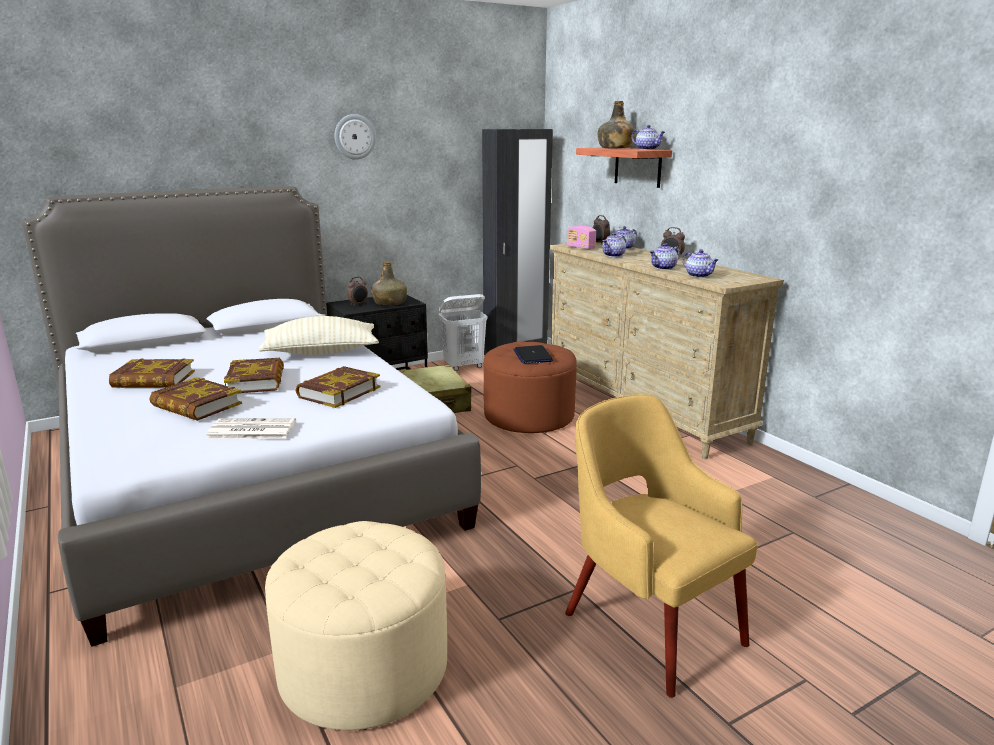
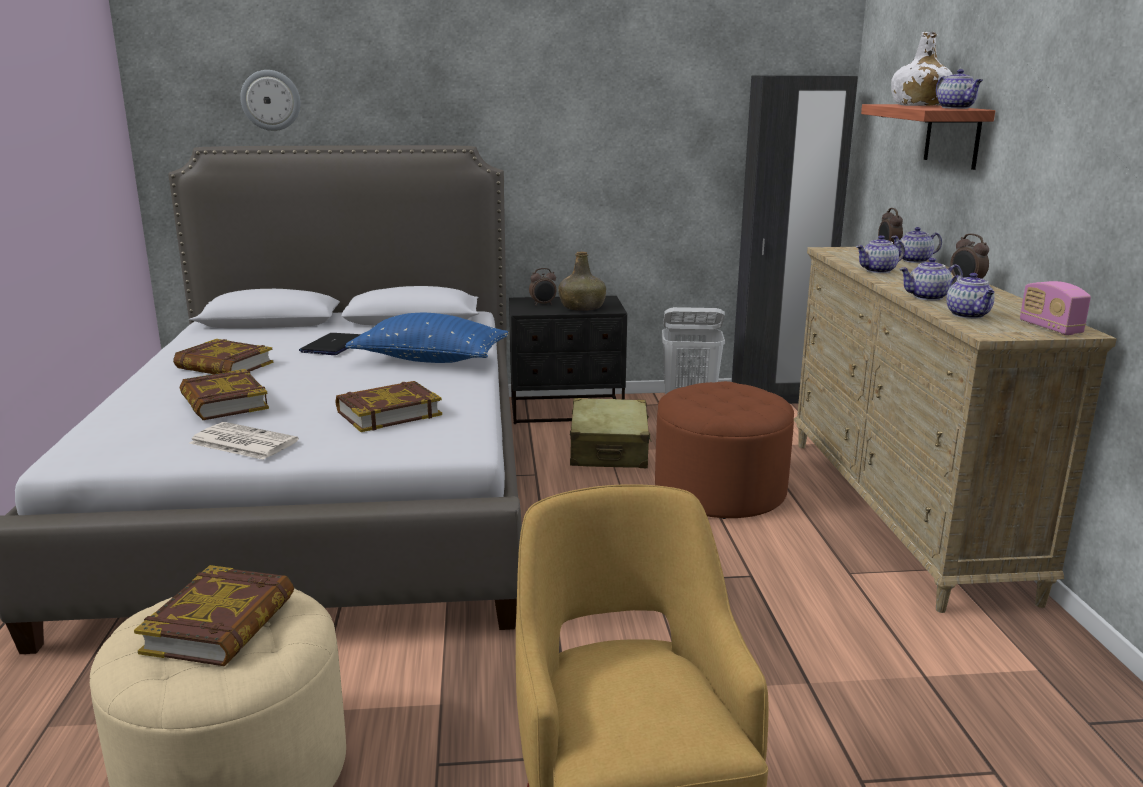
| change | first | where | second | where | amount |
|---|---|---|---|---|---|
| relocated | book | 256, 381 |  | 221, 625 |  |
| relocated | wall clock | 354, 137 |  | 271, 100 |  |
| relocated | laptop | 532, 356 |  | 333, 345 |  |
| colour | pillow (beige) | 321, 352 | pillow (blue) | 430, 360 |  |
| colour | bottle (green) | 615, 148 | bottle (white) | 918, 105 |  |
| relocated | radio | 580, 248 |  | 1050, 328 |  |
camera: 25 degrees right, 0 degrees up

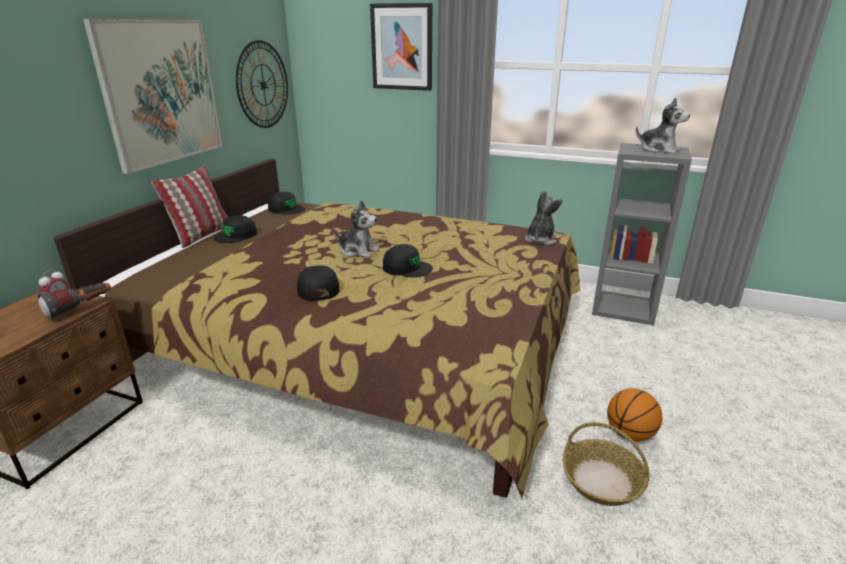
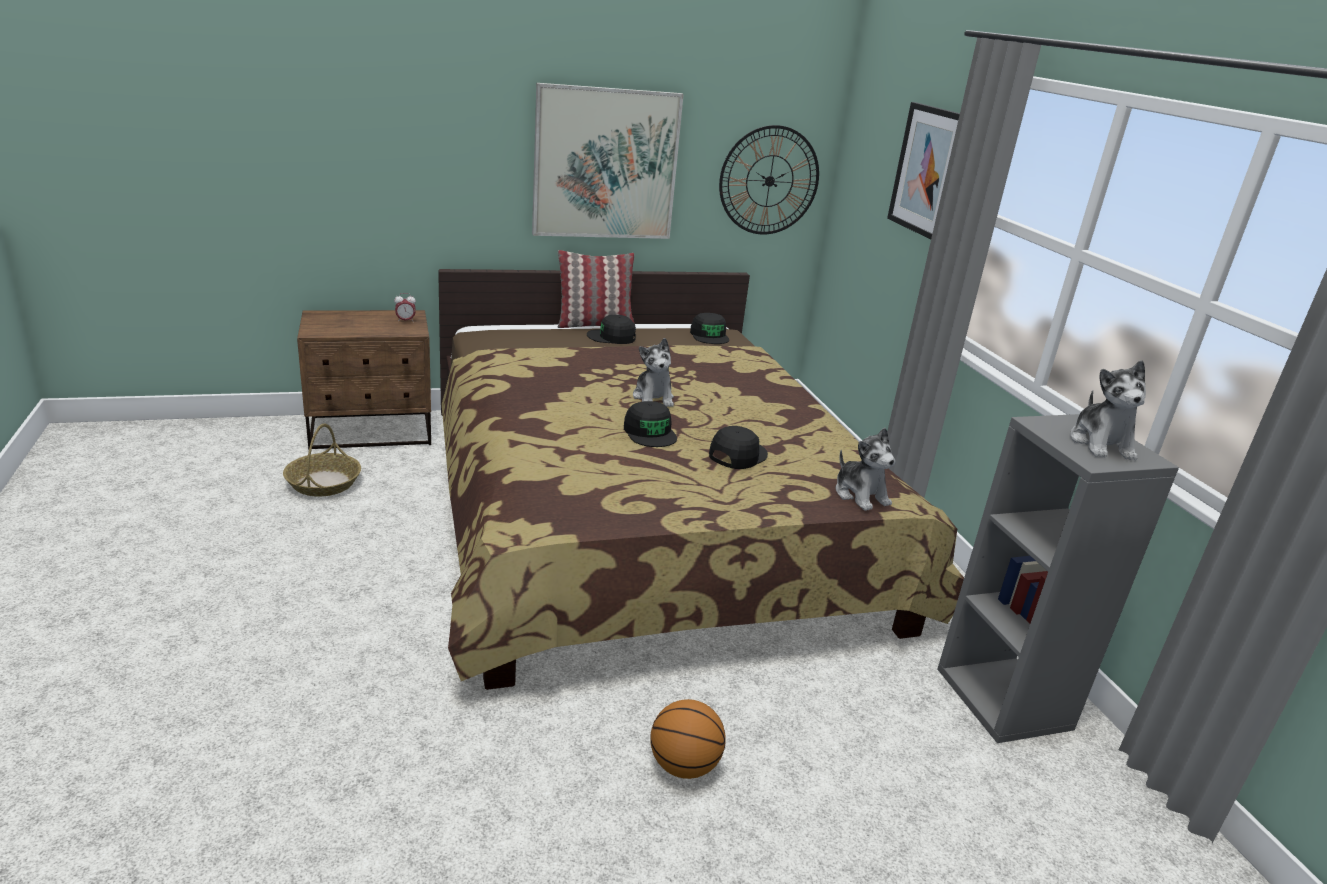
| change | first | where | second | where | amount |
|---|---|---|---|---|---|
| relocated | basket | 601, 480 |  | 323, 483 |  |
| relocated | cap (black) | 318, 289 |  | 737, 455 |  |
| spun | plush toy | 540, 240 |  | 860, 495 | 75 degrees clockwise |
| missing | flashlight | 81, 309 |  |  |  |
camera: 50 degrees right, 0 degrees up

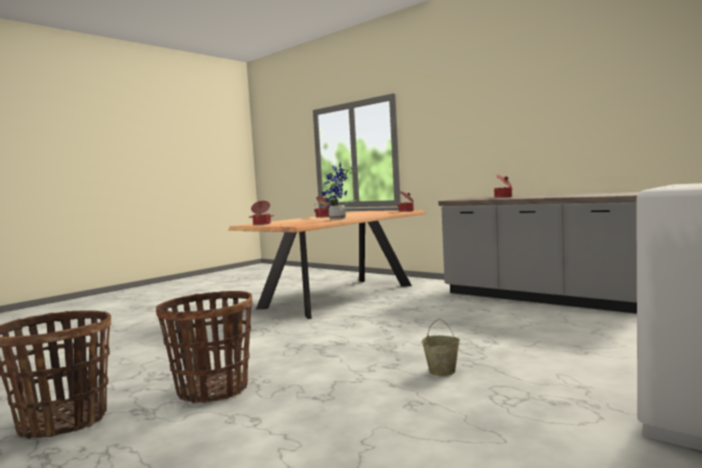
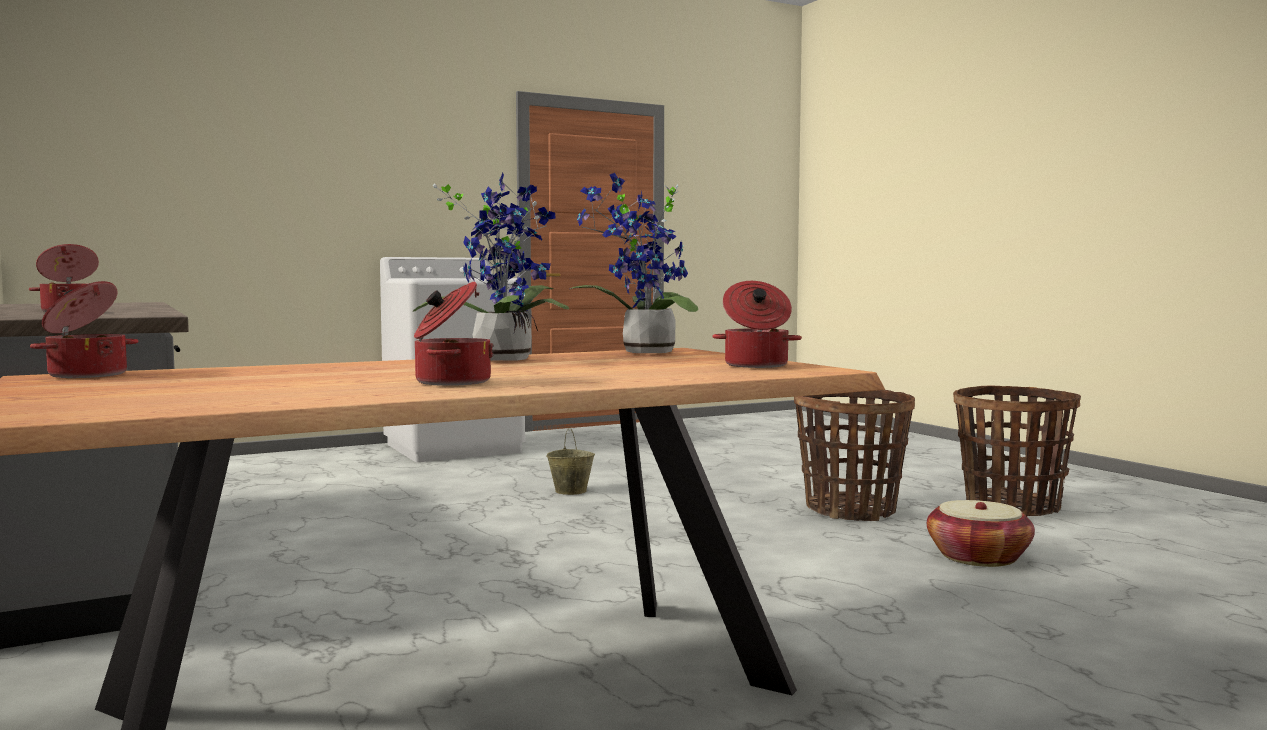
| change | first | where | second | where | amount |
|---|---|---|---|---|---|
| appeared |  |  | potted plant | 643, 353 |  |
| appeared |  |  | basket | 978, 557 |  |
camera: 160 degrees left, 0 degrees up

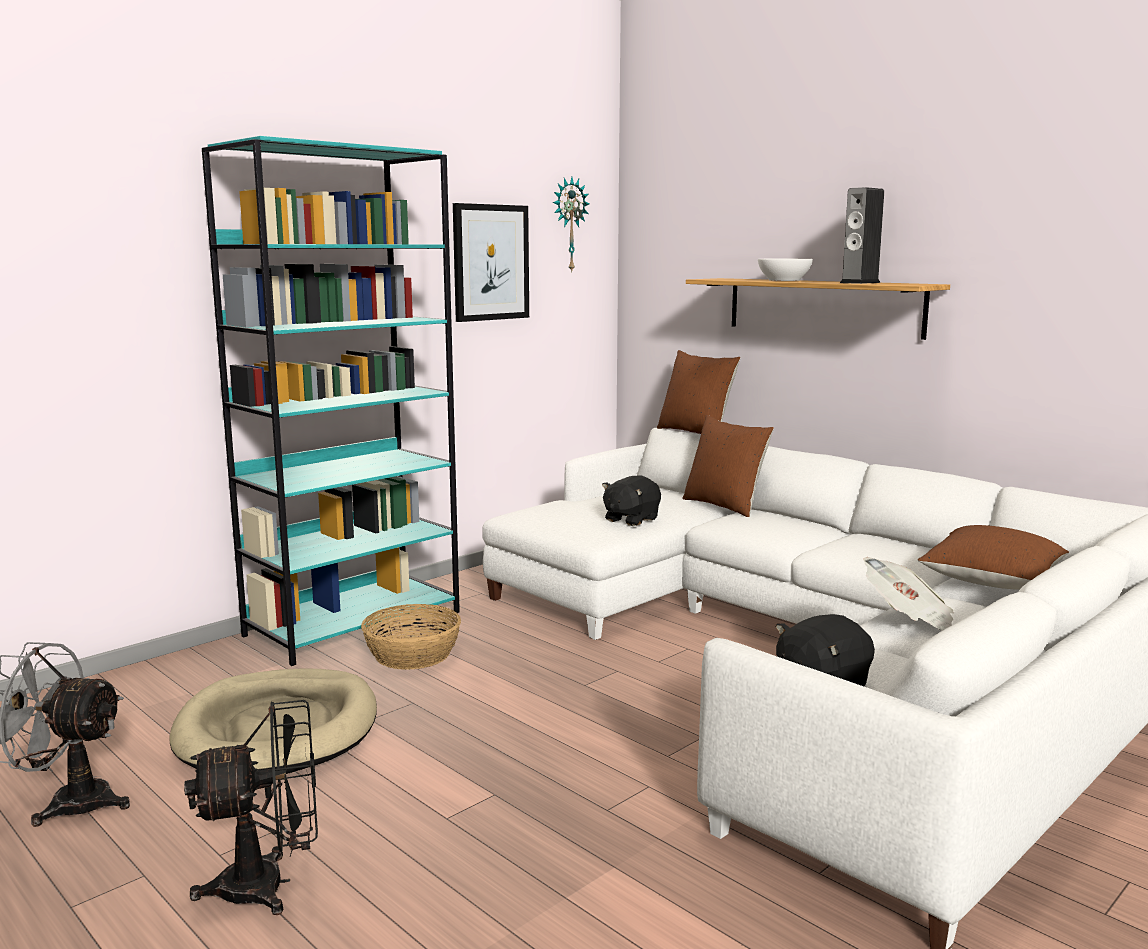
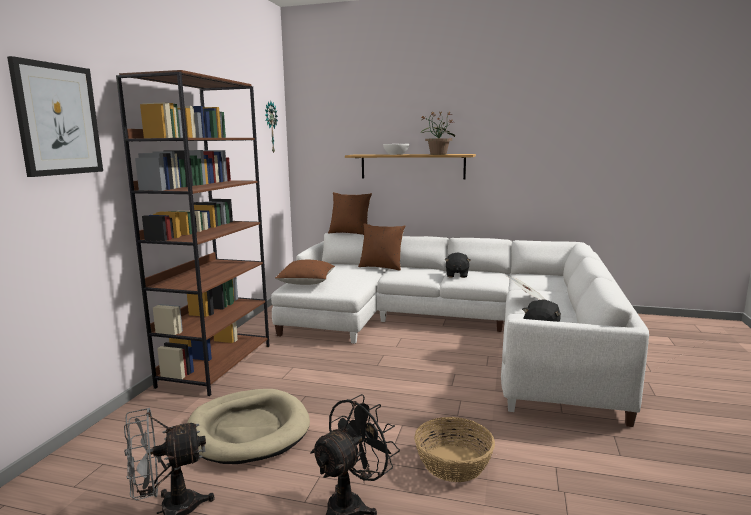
| change | first | where | second | where | amount |
|---|---|---|---|---|---|
| relocated | picture | 490, 262 |  | 58, 120 |  |
| colour | bookcase (turquoise) | 354, 623 | bookcase (brown) | 216, 365 |  |
| relocated | pillow (brown) | 991, 581 |  | 306, 282 |  |
| relocated | basket | 413, 655 |  | 454, 463 |  |
| exchanged | speaker | 860, 282 | potted plant | 438, 154 |  |
| relocated | plush toy (black) | 630, 519 |  | 456, 275 |  |
camera: 30 degrees left, 0 degrees up

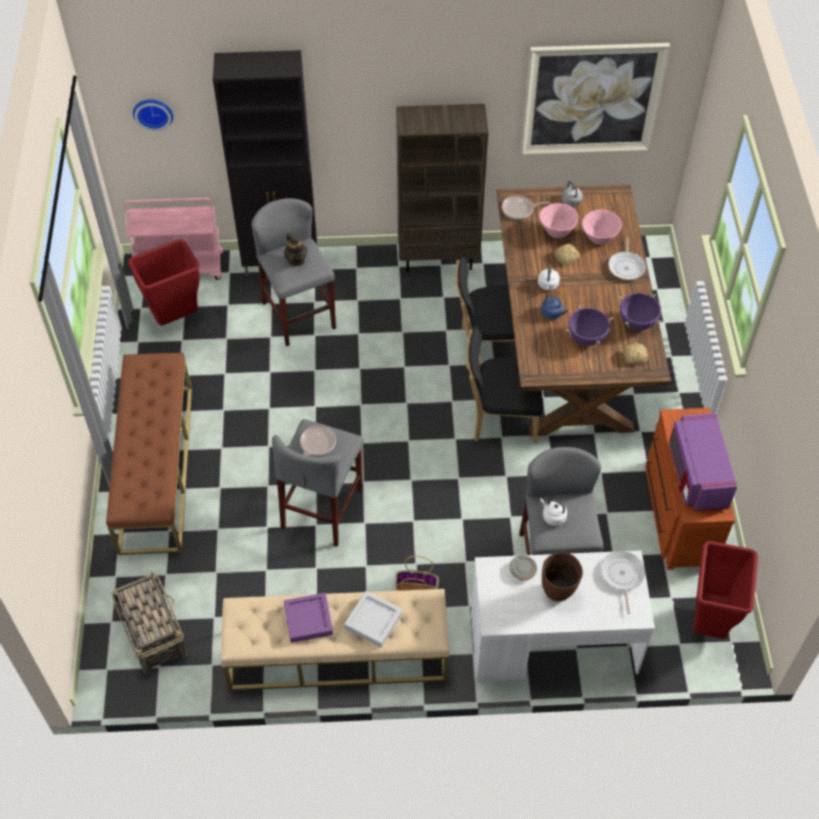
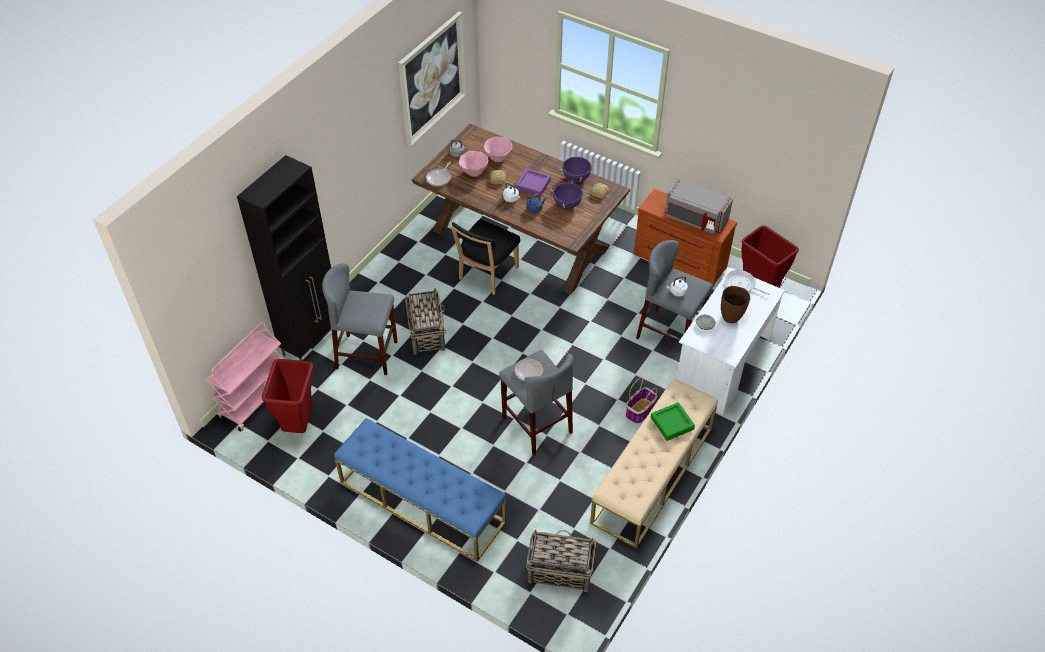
| change | first | where | second | where | amount |
|---|---|---|---|---|---|
| colour | bench (brown) | 156, 467 | bench (blue) | 422, 502 |  |
| appeared |  |  | basket | 426, 332 |  |
| relocated | tray (purple) | 308, 620 |  | 533, 185 |  |
| colour | tray (grey) | 373, 621 | tray (green) | 672, 423 |  |
| colour | microwave (purple) | 696, 475 | microwave (grey) | 695, 219 |  |
| missing | wall clock | 153, 112 |  |  |  |
| missing | teapot | 296, 260 |  |  |  |
| missing | bookcase (brown) | 438, 258 |  |  |  |
| missing | chair (black) | 500, 418 |  |  |  |
| missing | frying pan | 626, 266 |  |  |  |
camera: 55 degrees left, 5 degrees down

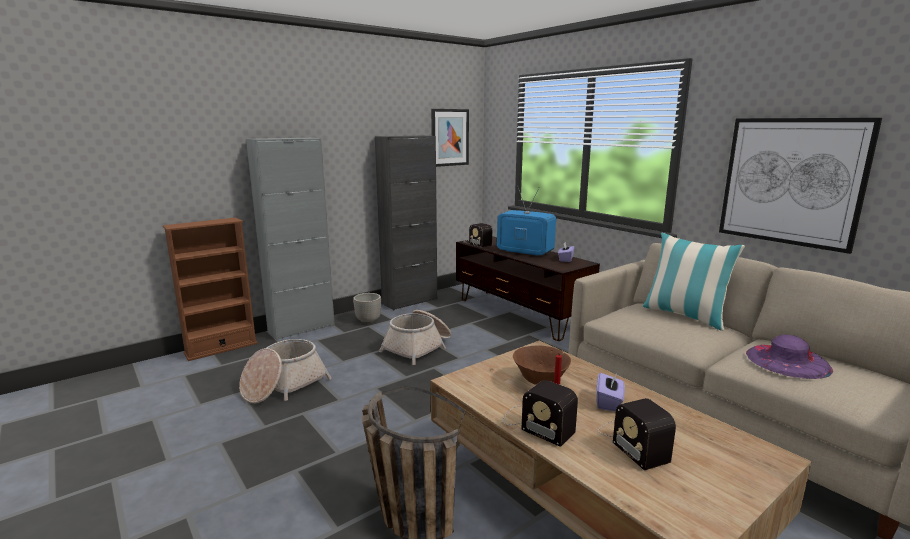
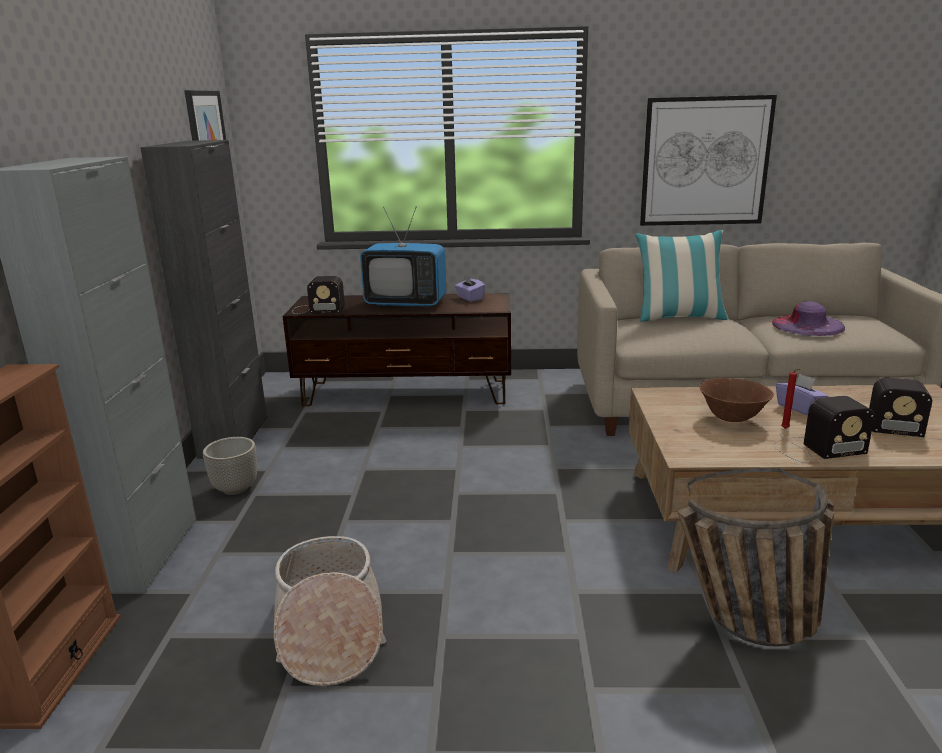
| change | first | where | second | where | amount |
|---|---|---|---|---|---|
| spun | television | 525, 252 |  | 406, 303 | 150 degrees counterclockwise |
| missing | basket | 418, 347 |  |  |  |
camera: 50 degrees left, 5 degrees up

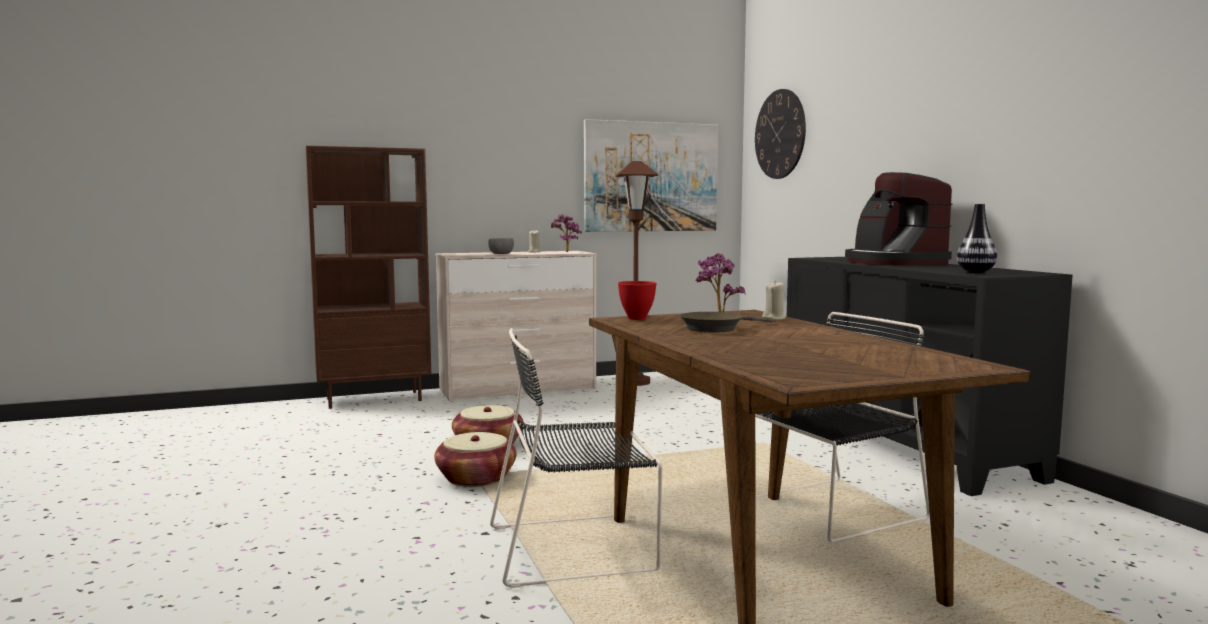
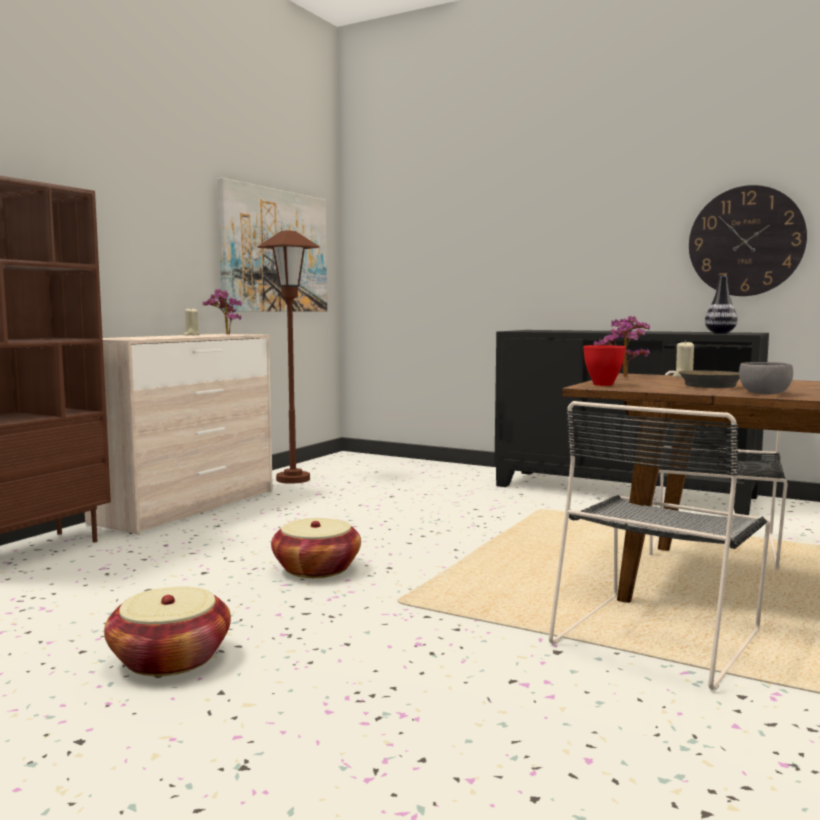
| change | first | where | second | where | amount |
|---|---|---|---|---|---|
| relocated | basket | 476, 479 |  | 170, 659 |  |
| relocated | wall clock | 780, 134 |  | 746, 241 |  |
| relocated | bowl (grey) | 501, 254 |  | 765, 393 |  |
| missing | coffee machine | 893, 262 |  |  |  |
camera: 40 degrees left, 0 degrees up

